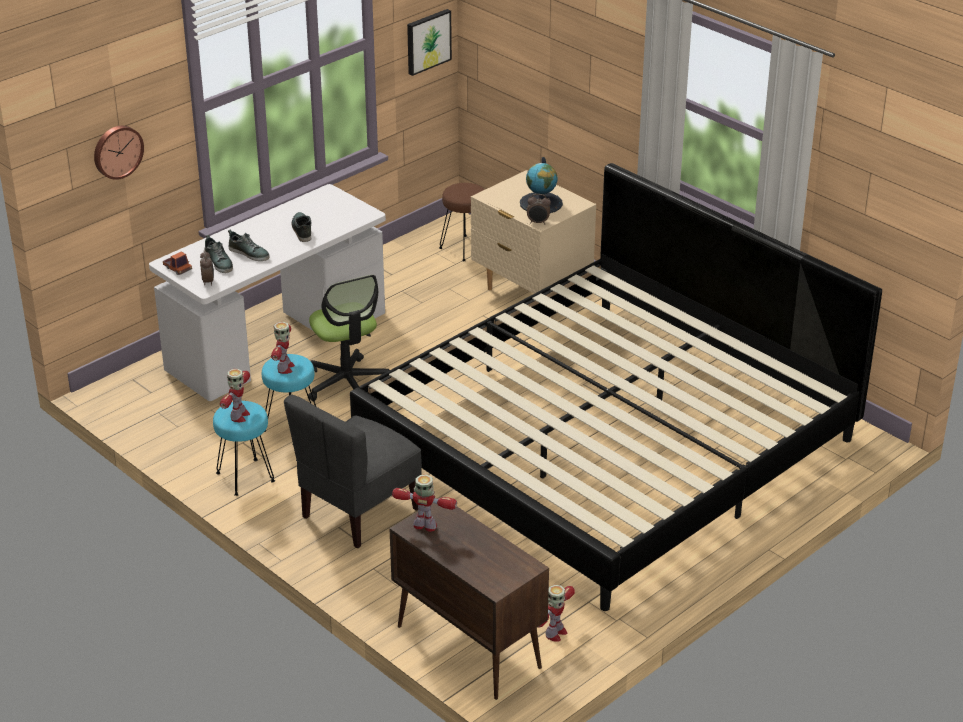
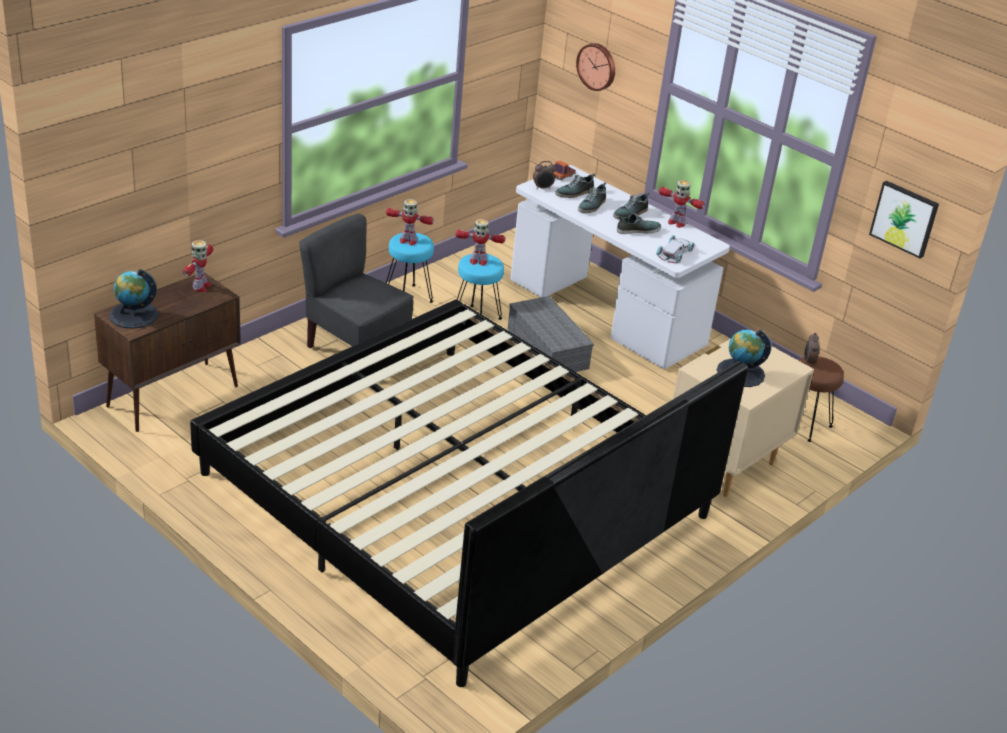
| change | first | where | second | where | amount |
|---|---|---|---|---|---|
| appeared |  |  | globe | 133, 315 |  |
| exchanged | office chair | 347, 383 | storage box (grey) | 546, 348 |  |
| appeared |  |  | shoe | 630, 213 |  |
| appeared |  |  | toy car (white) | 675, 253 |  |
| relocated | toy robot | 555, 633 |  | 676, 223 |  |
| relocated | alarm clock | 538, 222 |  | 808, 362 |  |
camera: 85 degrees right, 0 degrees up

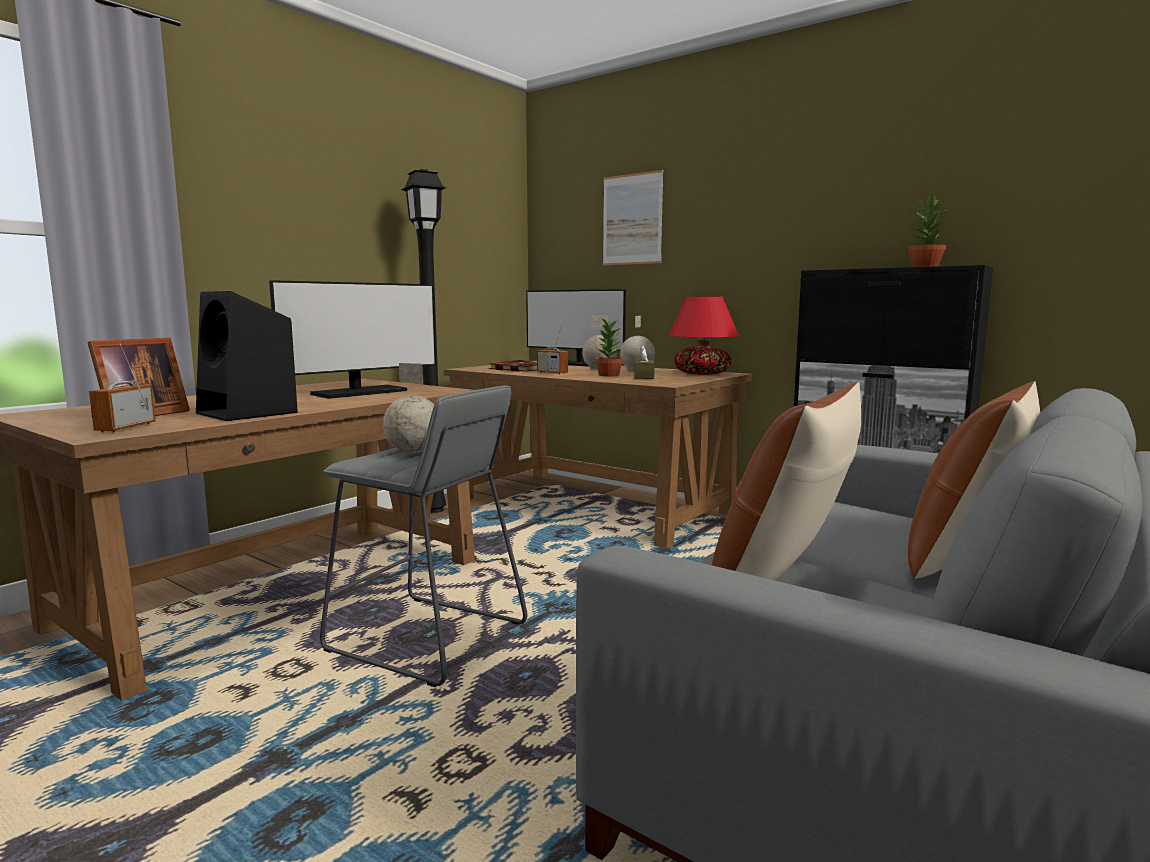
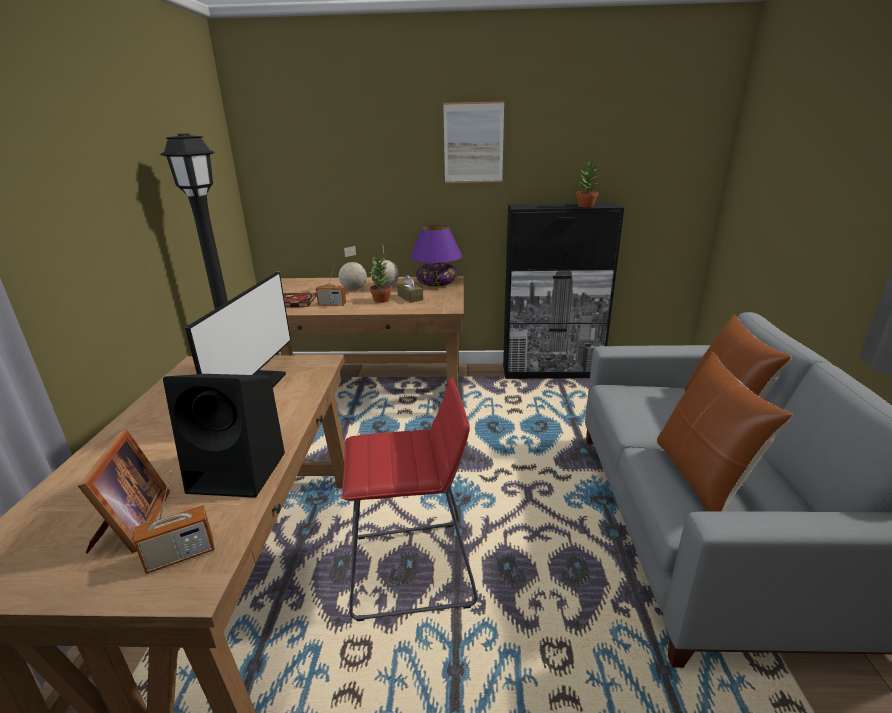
| change | first | where | second | where | amount |
|---|---|---|---|---|---|
| spun | radio | 126, 427 |  | 181, 555 | 90 degrees counterclockwise |
| colour | stool (grey) | 427, 638 | stool (red) | 411, 569 |  |
| colour | table lamp (red) | 701, 374 | table lamp (purple) | 437, 283 |  |
| relocated | picture | 632, 219 |  | 473, 143 |  |
| missing | globe | 413, 452 |  |  |  |
| missing | monitor | 577, 364 |  |  |  |
camera: 35 degrees left, 15 degrees up

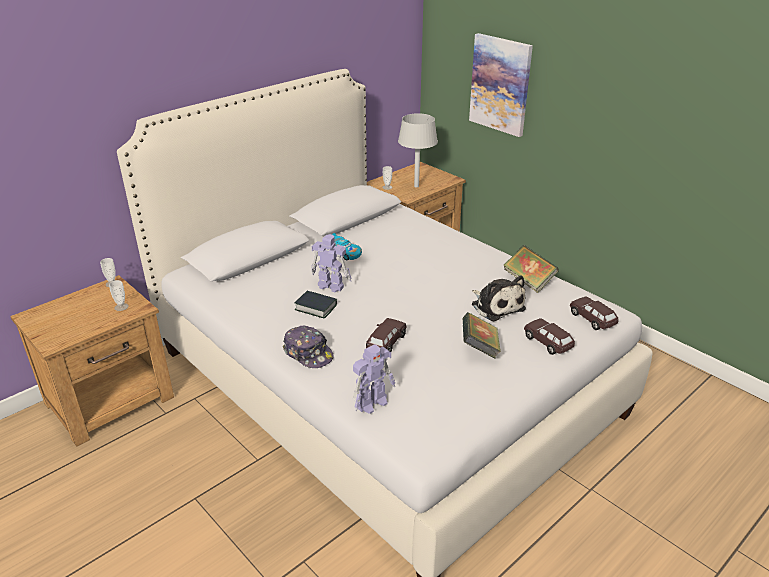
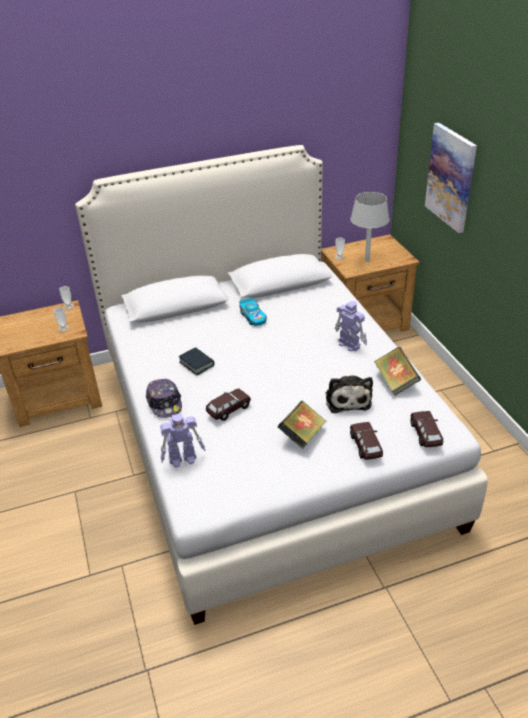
| change | first | where | second | where | amount |
|---|---|---|---|---|---|
| relocated | toy robot | 330, 286 |  | 349, 344 |  |
camera: 25 degrees right, 5 degrees up

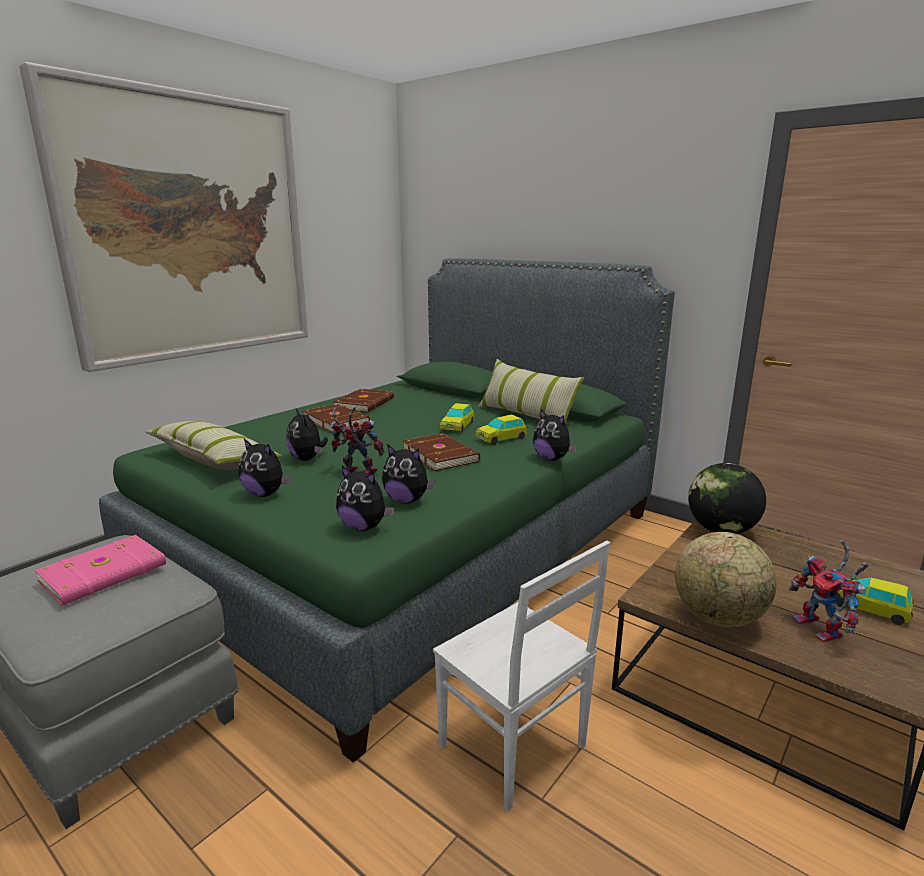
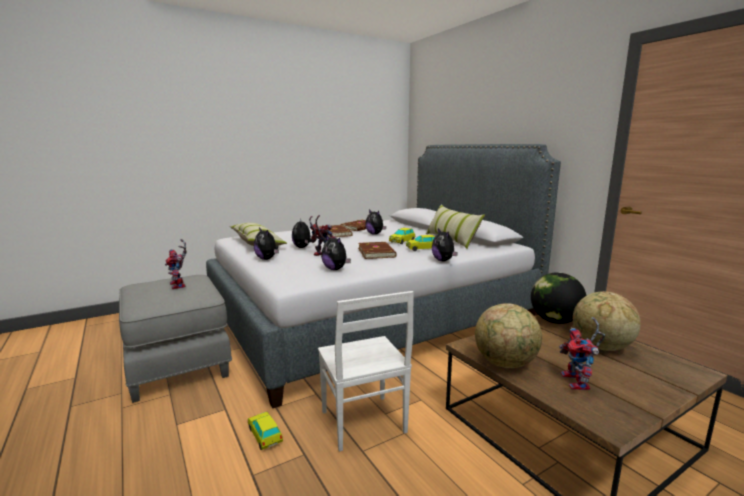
| change | first | where | second | where | amount |
|---|---|---|---|---|---|
| exchanged | book (pink) | 105, 573 | toy robot | 179, 285 |  |
| colour | bed (green) | 413, 546 | bed (grey) | 373, 315 |  |
| relocated | toy car | 868, 608 |  | 265, 435 |  |
| relocated | plush toy | 364, 527 |  | 375, 234 |  |
| appeared |  |  | globe | 601, 347 |  |
| missing | picture | 189, 229 |  |  |  |
camera: 20 degrees right, 5 degrees down

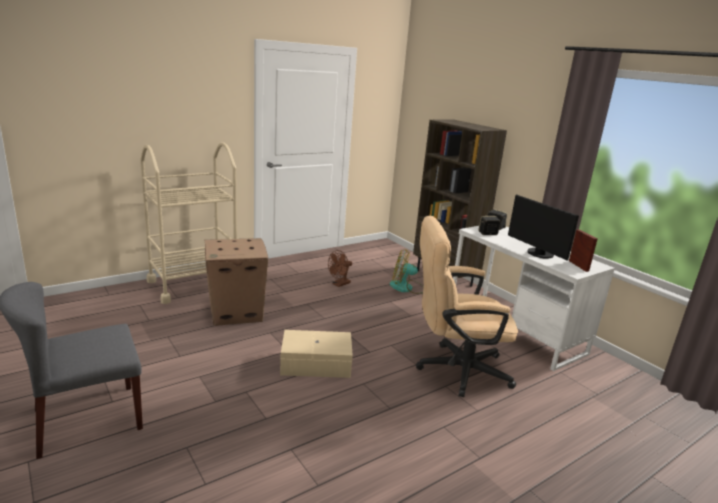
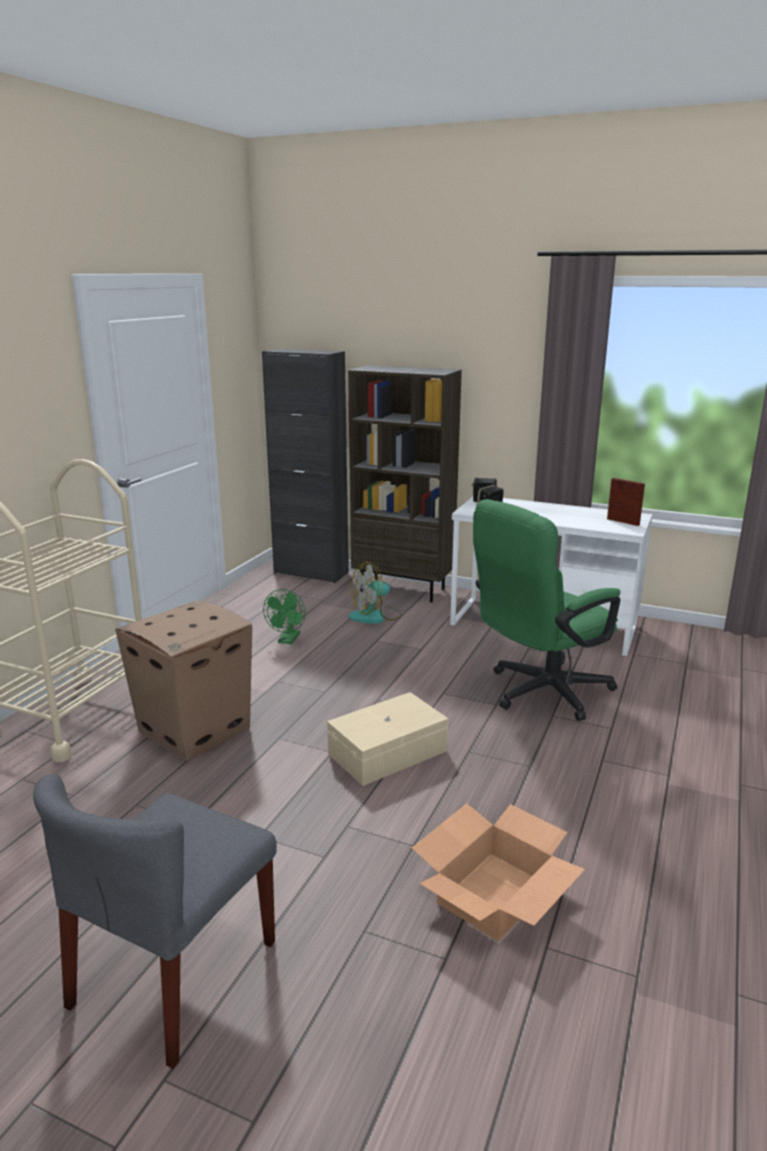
| change | first | where | second | where | amount |
|---|---|---|---|---|---|
| appeared |  |  | cabinet (black) | 311, 573 |  |
| colour | fan (brown) | 339, 284 | fan (green) | 288, 640 |  |
| appeared |  |  | cardboard box | 494, 895 |  |
| colour | office chair (beige) | 454, 369 | office chair (green) | 540, 693 |  |
| missing | monitor | 538, 254 |  |  |  |
camera: 30 degrees left, 0 degrees up

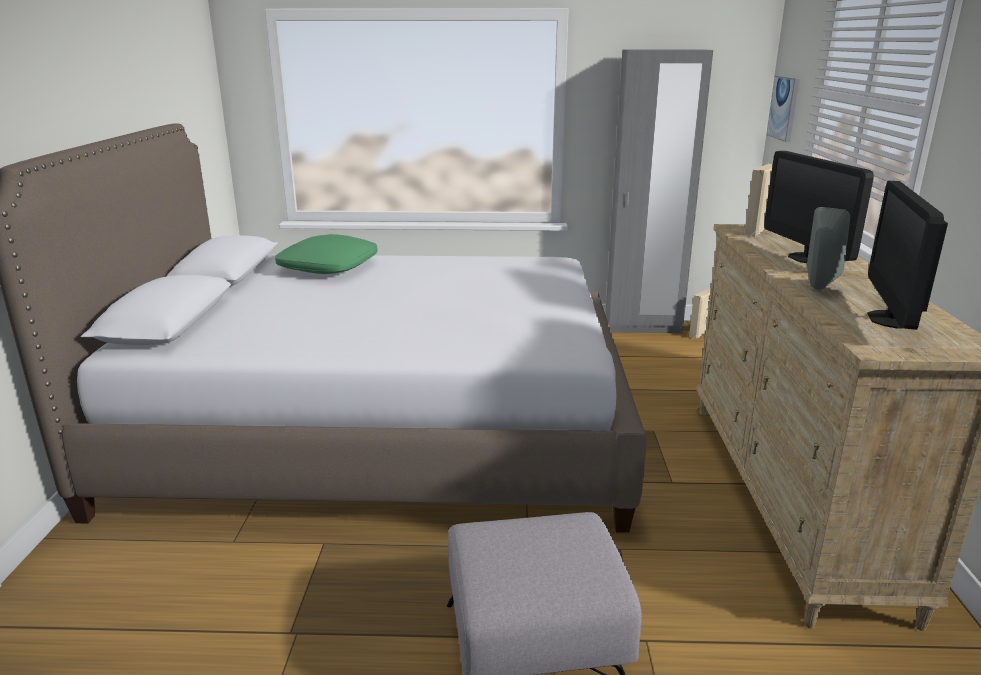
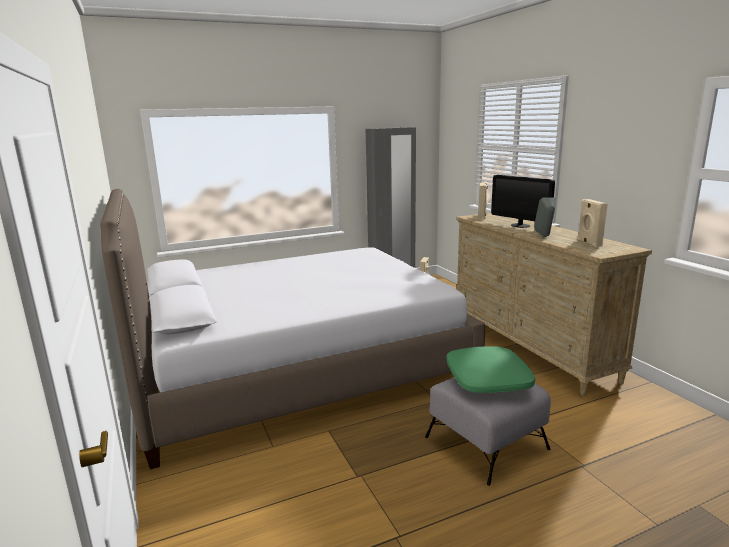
| change | first | where | second | where | amount |
|---|---|---|---|---|---|
| relocated | pillow (green) | 328, 267 |  | 487, 379 |  |
| exchanged | monitor | 891, 319 | speaker (beige) | 588, 243 |  |
| missing | picture | 784, 108 |  |  |  |
camera: 25 degrees left, 5 degrees down

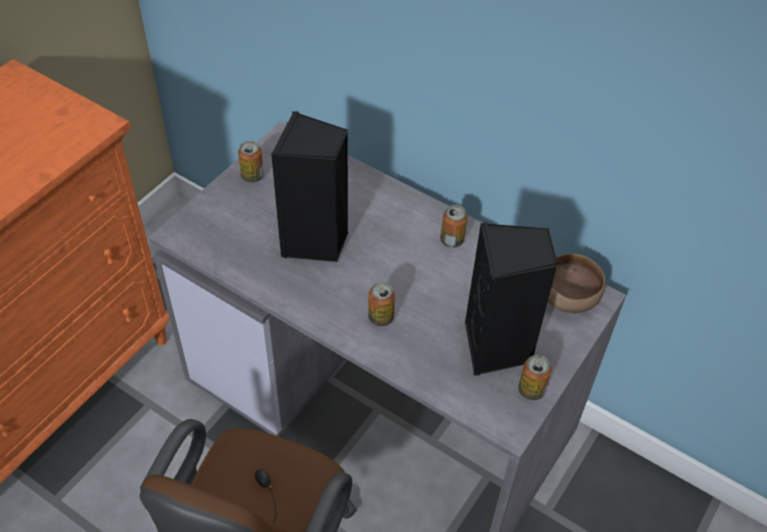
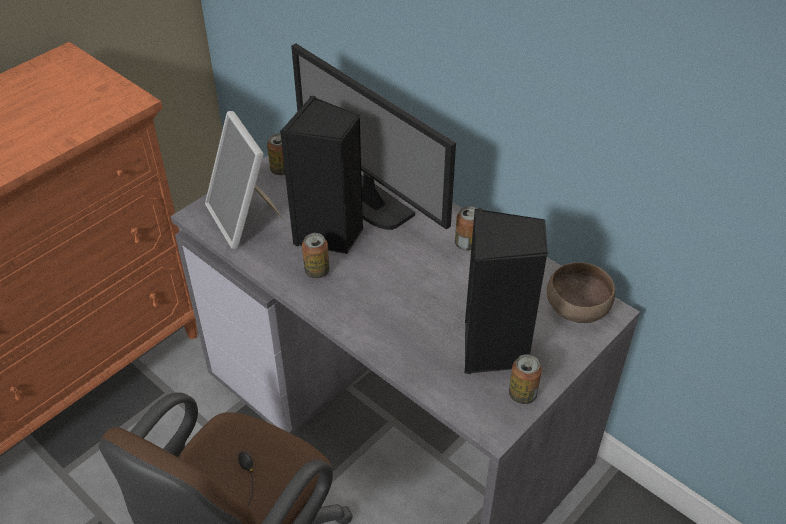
| change | first | where | second | where | amount |
|---|---|---|---|---|---|
| appeared |  |  | picture frame | 244, 219 |  |
| appeared |  |  | monitor | 371, 204 |  |
| relocated | can | 381, 317 |  | 317, 271 |  |
camera: 10 degrees right, 5 degrees down

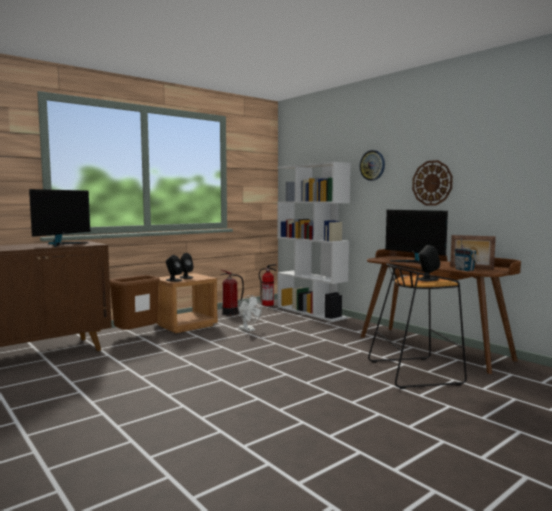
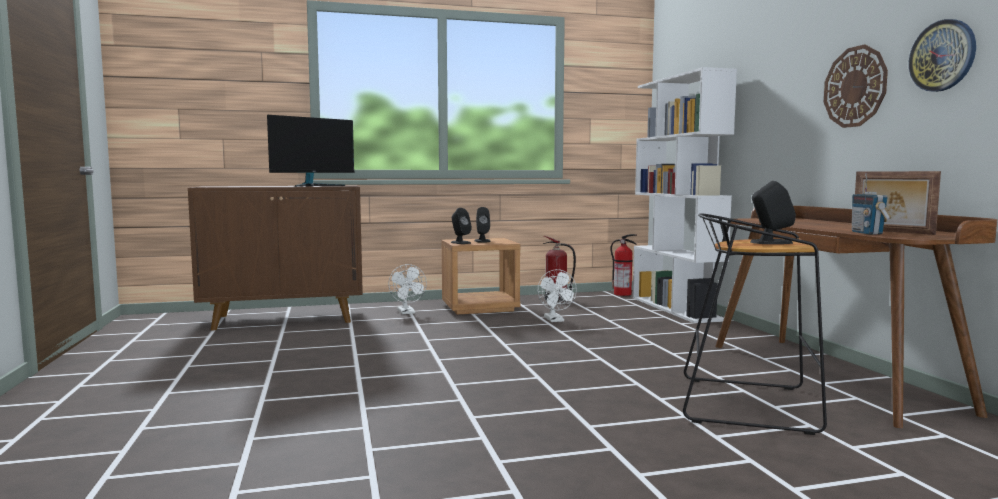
| change | first | where | second | where | amount |
|---|---|---|---|---|---|
| exchanged | trash can (brown) | 136, 336 | fan (white) | 407, 312 |  |
| relocated | wall clock | 372, 165 |  | 942, 56 |  |
| missing | monitor | 414, 262 |  |  |  |
camera: 25 degrees right, 0 degrees up

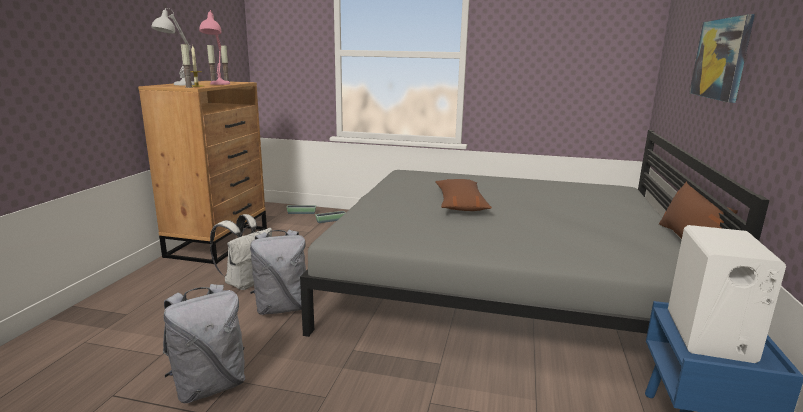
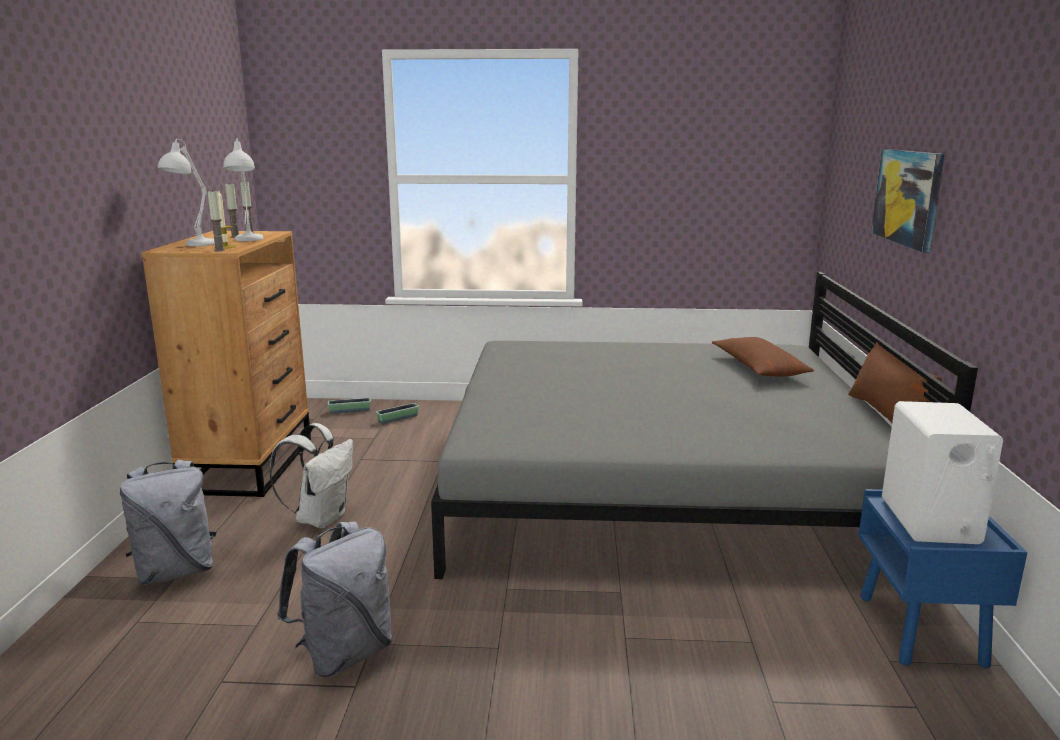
| change | first | where | second | where | amount |
|---|---|---|---|---|---|
| relocated | backpack (grey) | 282, 308 |  | 176, 571 |  |
| colour | table lamp (pink) | 217, 84 | table lamp (white) | 247, 241 |  |
| relocated | pillow (brown) | 460, 204 |  | 759, 368 |  |
camera: 10 degrees left, 0 degrees up

